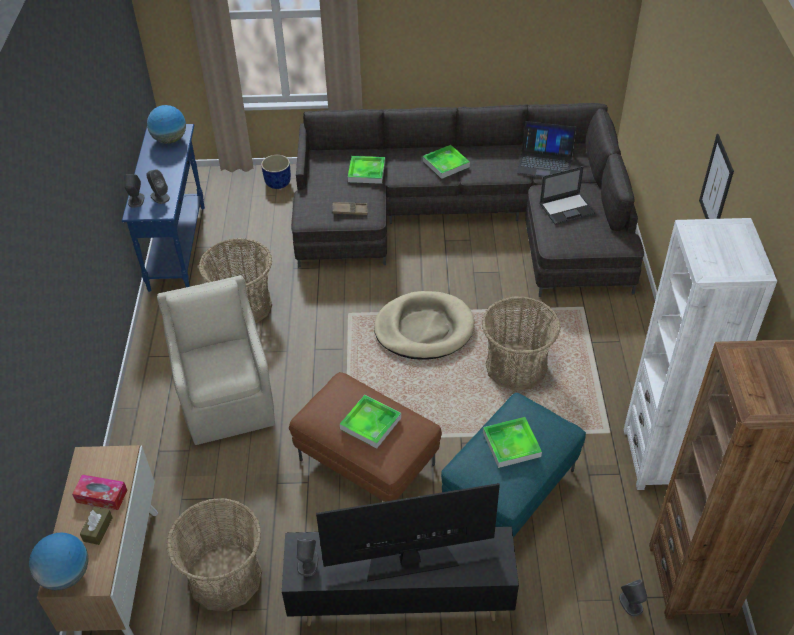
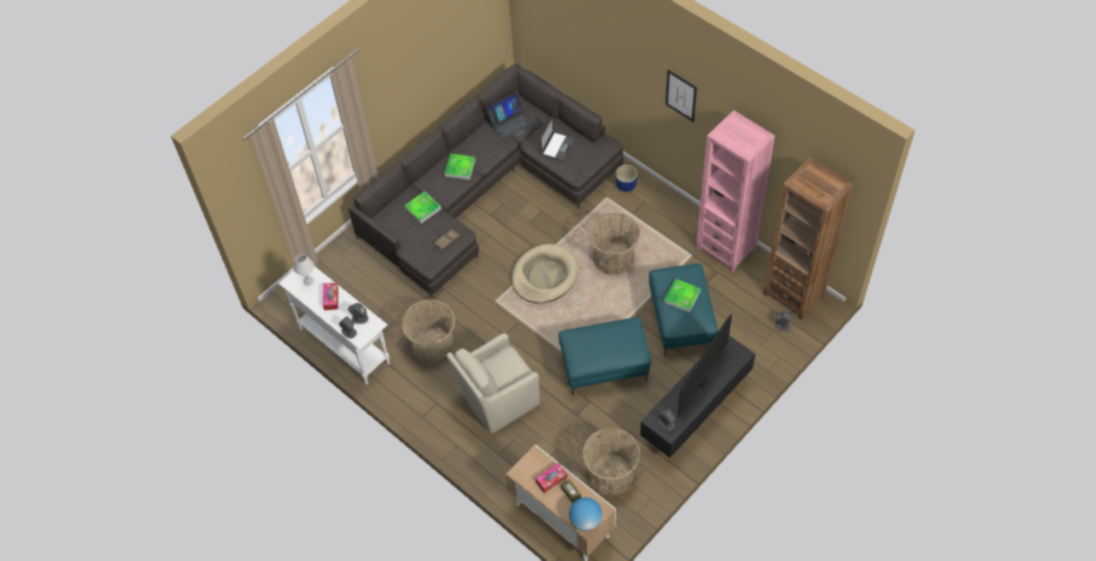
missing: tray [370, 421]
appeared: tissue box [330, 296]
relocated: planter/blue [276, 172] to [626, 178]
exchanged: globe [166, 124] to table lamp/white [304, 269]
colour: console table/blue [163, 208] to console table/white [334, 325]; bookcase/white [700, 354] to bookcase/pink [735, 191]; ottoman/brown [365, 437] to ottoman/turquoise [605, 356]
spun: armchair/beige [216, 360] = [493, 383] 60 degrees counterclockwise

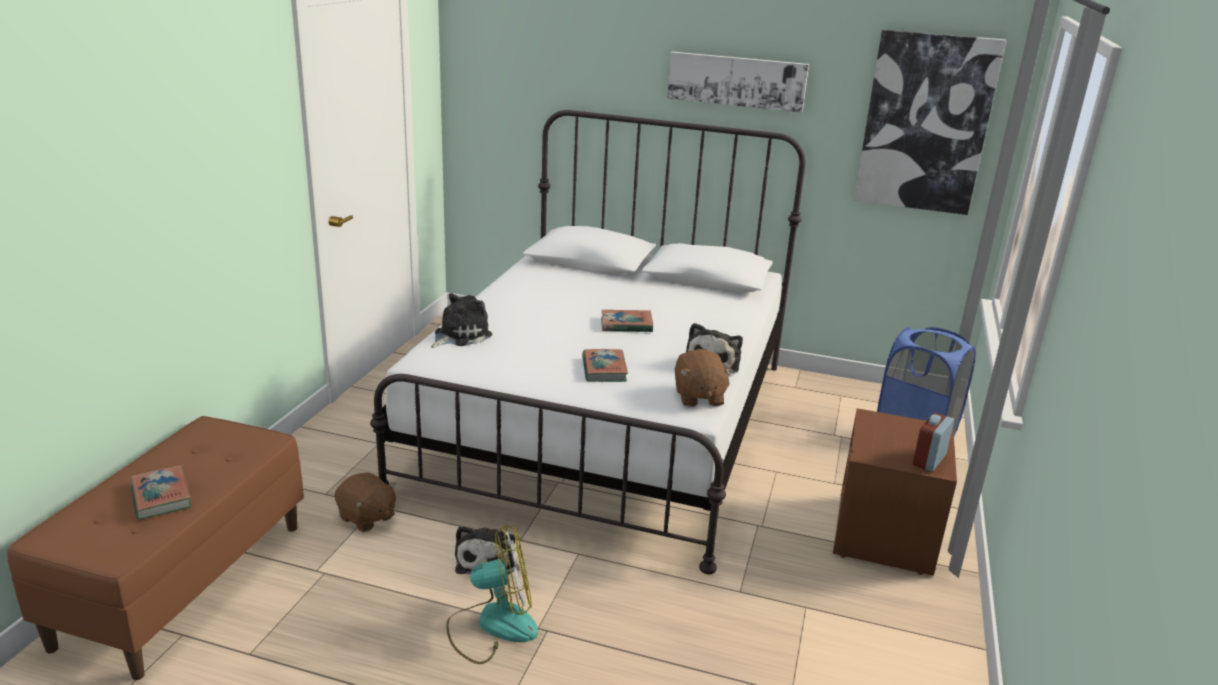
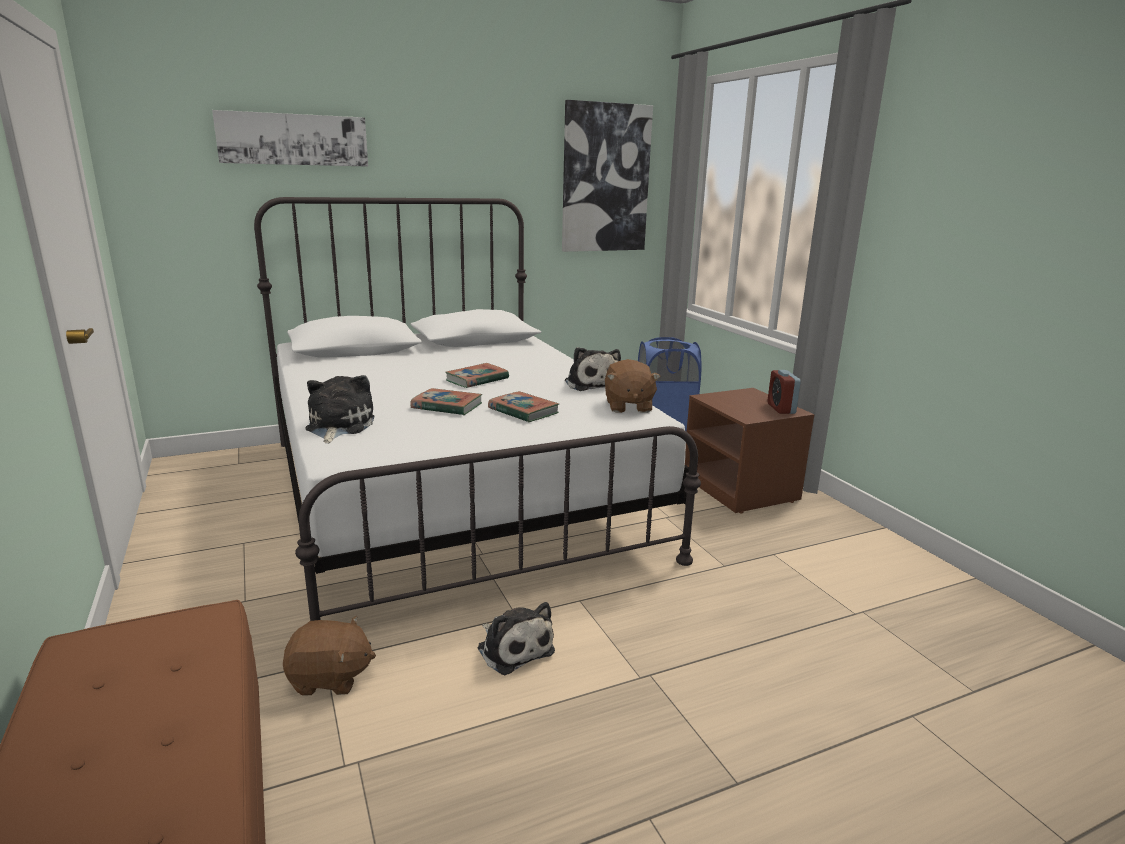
missing: fan [492, 594]
relocated: picture [738, 82] to [290, 138]; book [161, 492] to [446, 401]
spun: plush toy/brown [704, 378] = [632, 386] 45 degrees clockwise

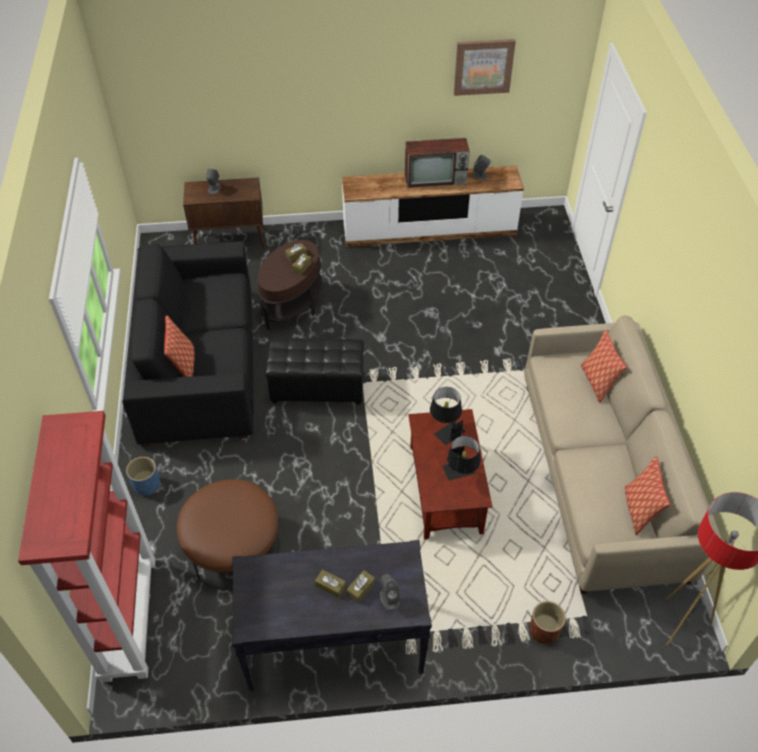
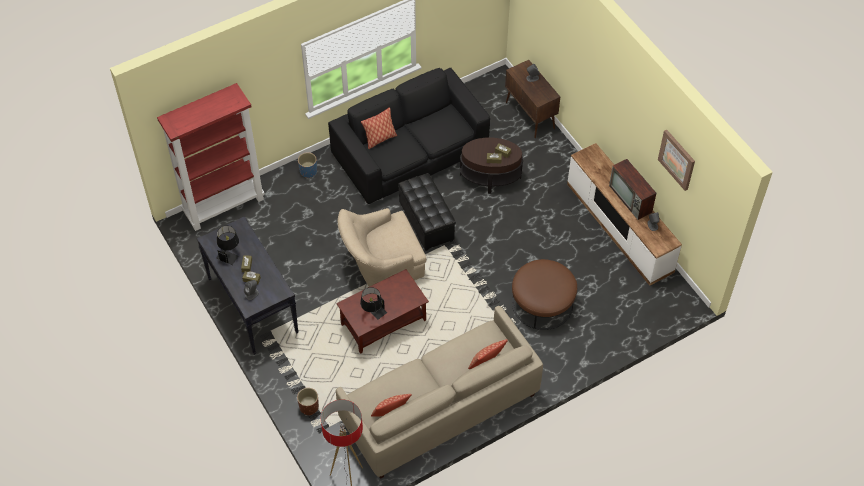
appeared: armchair/beige [382, 247]
relocated: table lamp/black [448, 416] to [227, 245]; ottoman/brown [228, 534] to [544, 294]

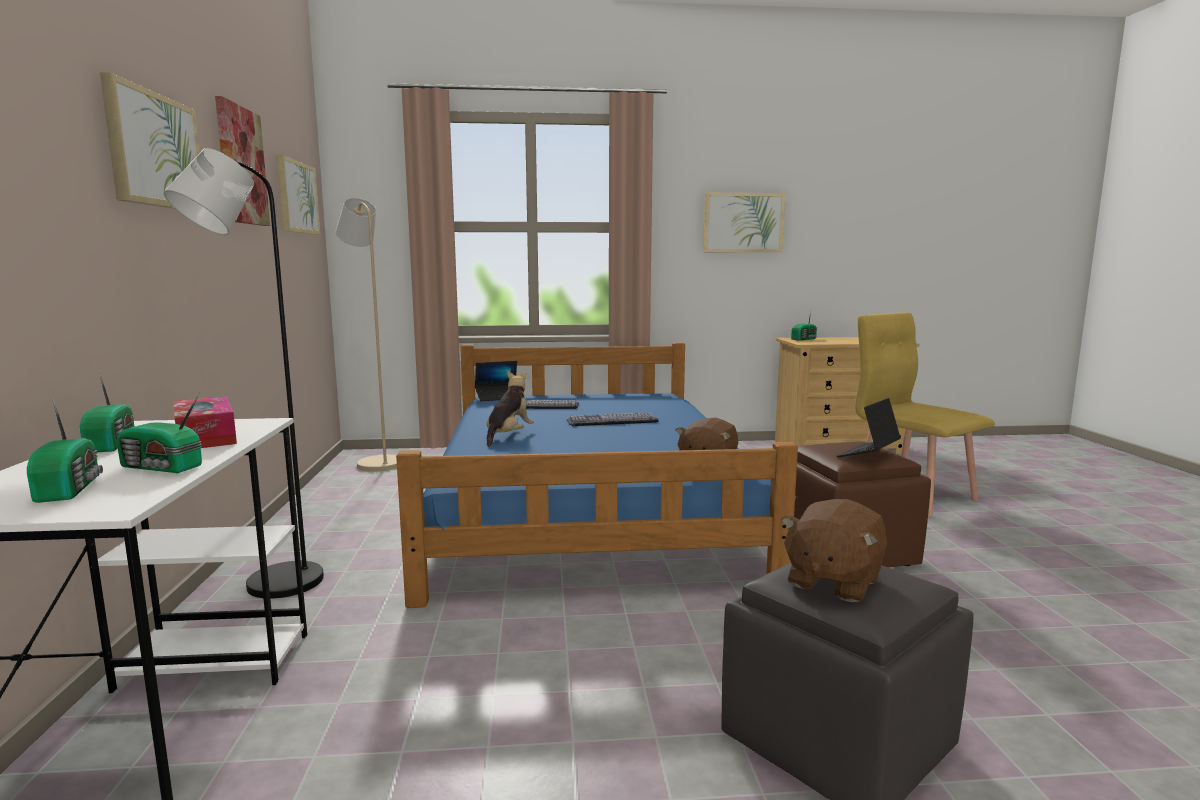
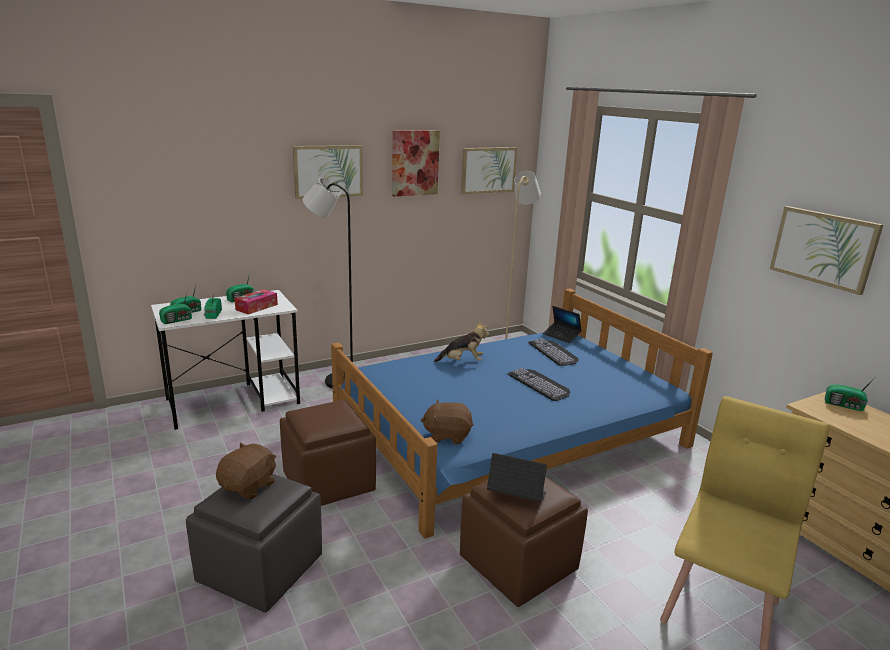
appeared: radio [175, 307]; ottoman/brown [328, 453]
spun: plush toy/brown [834, 550] = [246, 471] 105 degrees clockwise

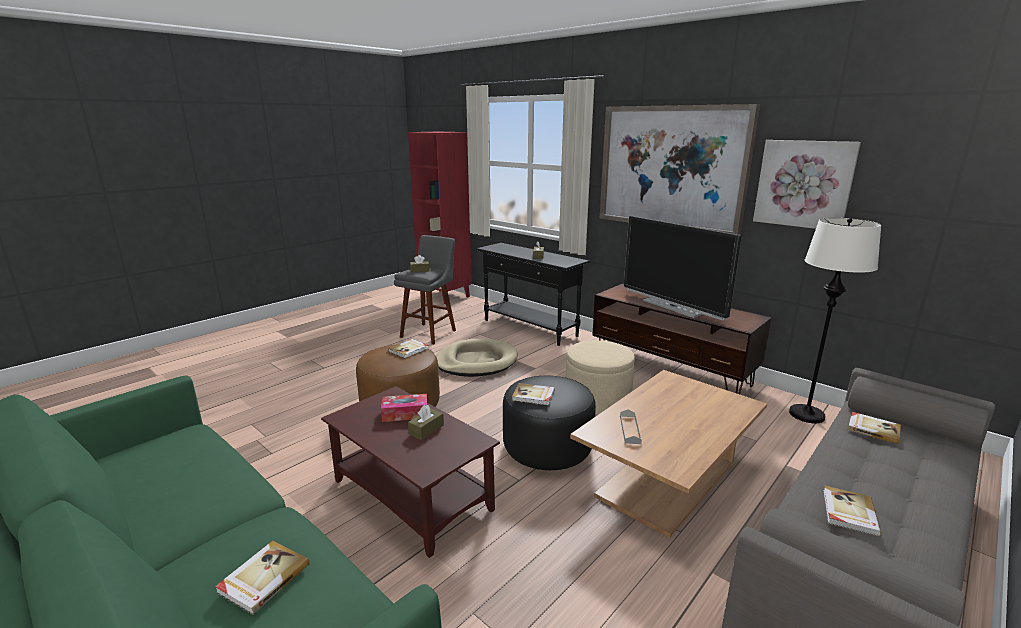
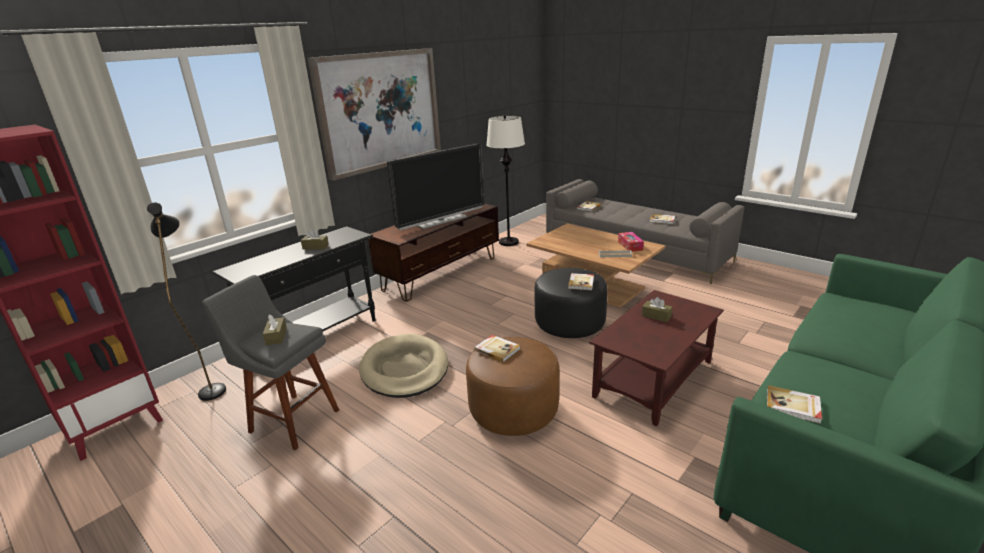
missing: picture [807, 184]; ottoman/beige [600, 377]
appeared: floor lamp/black [186, 302]
relocated: tissue box [404, 408] to [631, 242]; book [262, 578] to [794, 404]

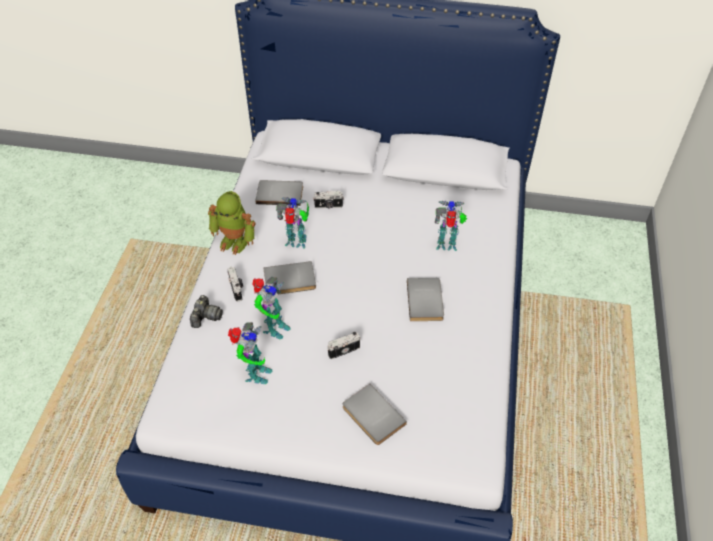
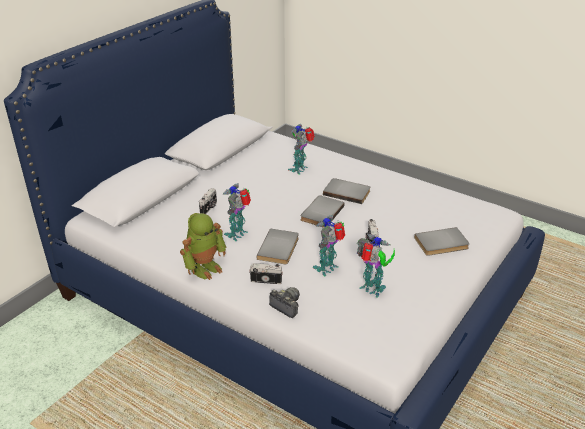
relocated: book/grey [279, 193] to [323, 211]
spun: toy robot [271, 308] = [329, 245] 105 degrees counterclockwise

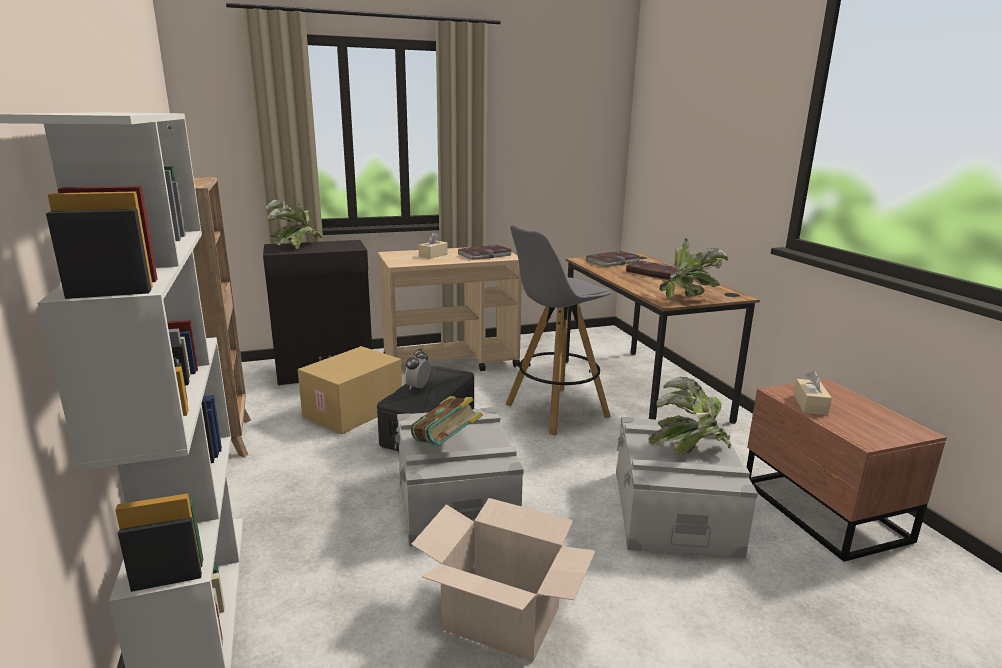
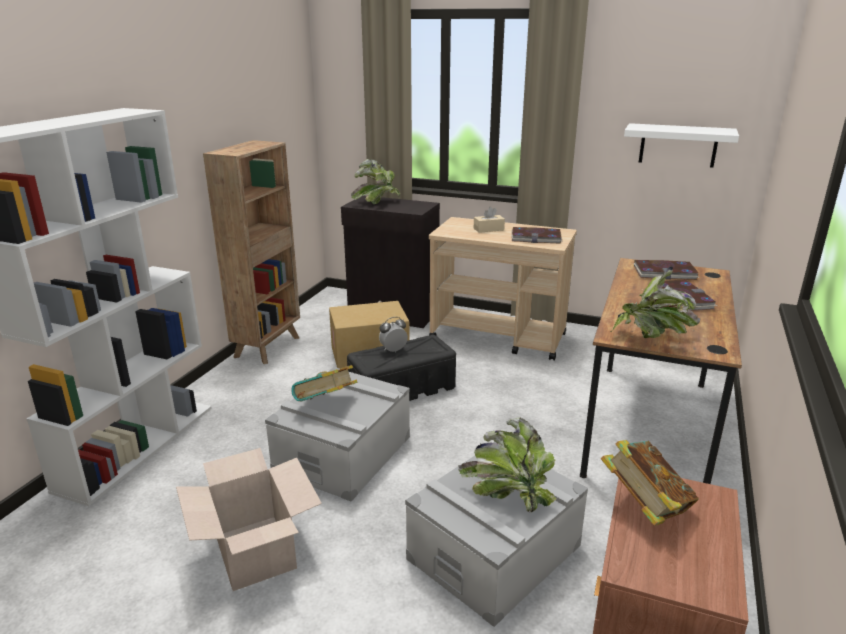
missing: stool/grey [558, 330]
appeared: shelf/white [681, 145]
exchanged: tissue box/beige [813, 393] to book [650, 483]

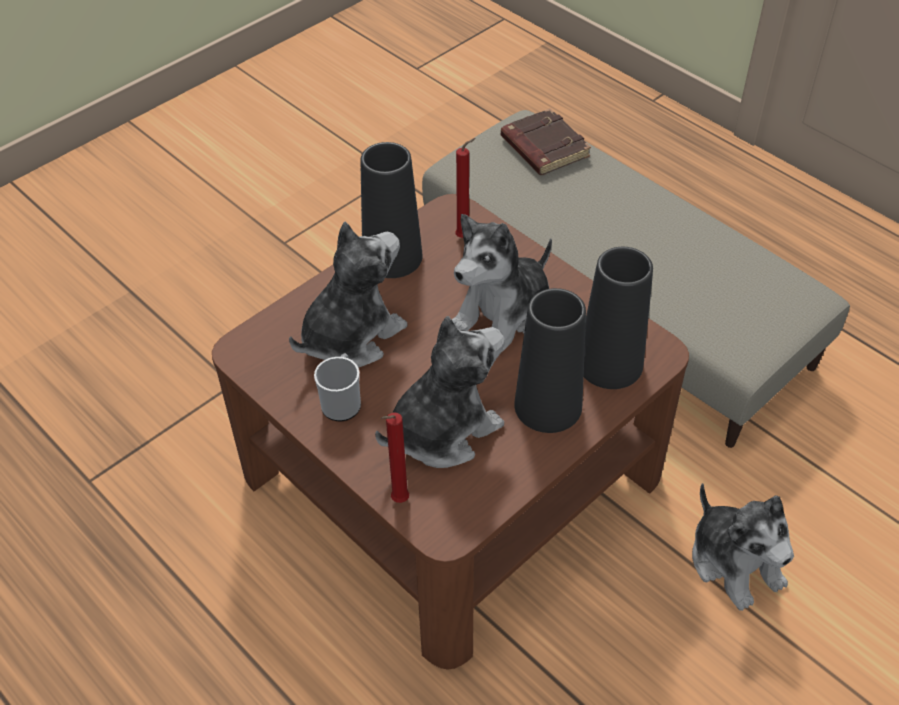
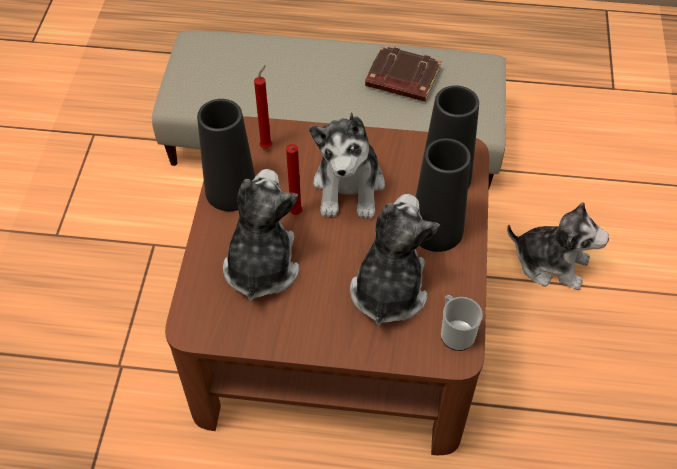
relocated: book/brown [546, 141] to [403, 73]; mug [337, 387] to [462, 323]; candle/red [395, 457] to [294, 179]

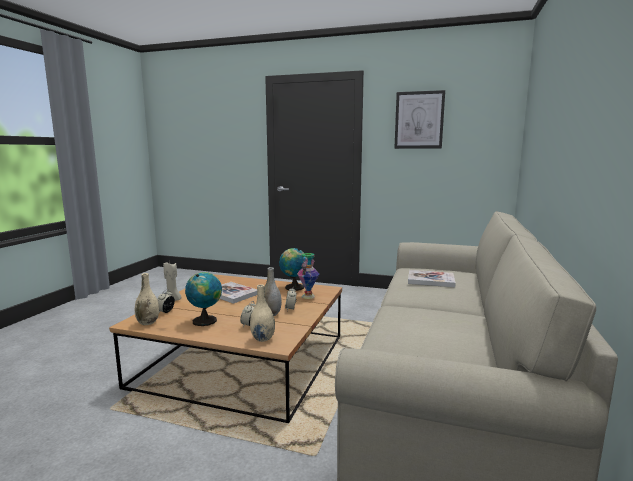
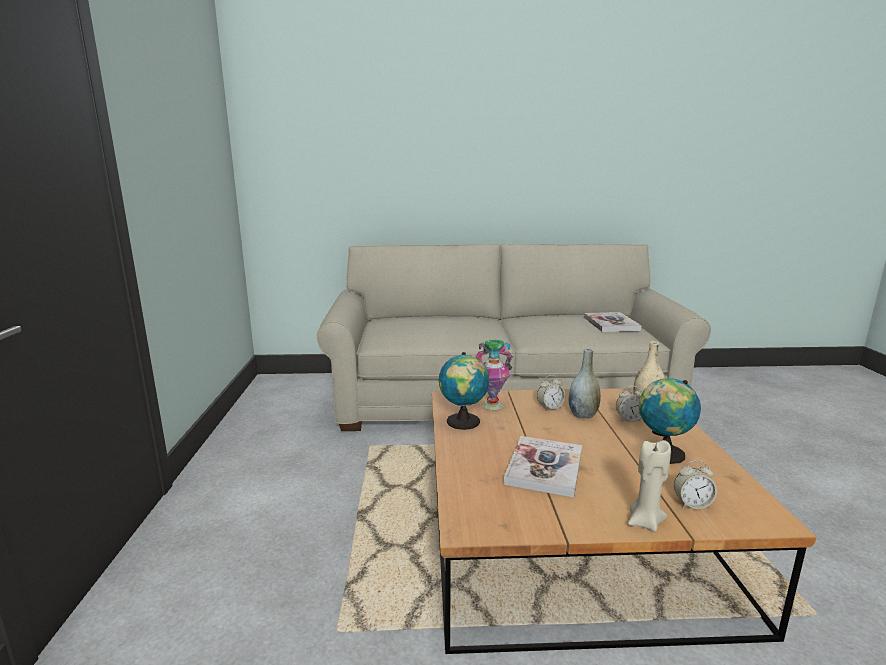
missing: picture [419, 119]; vase/beige [146, 299]
relocated: book [432, 278] to [612, 322]

